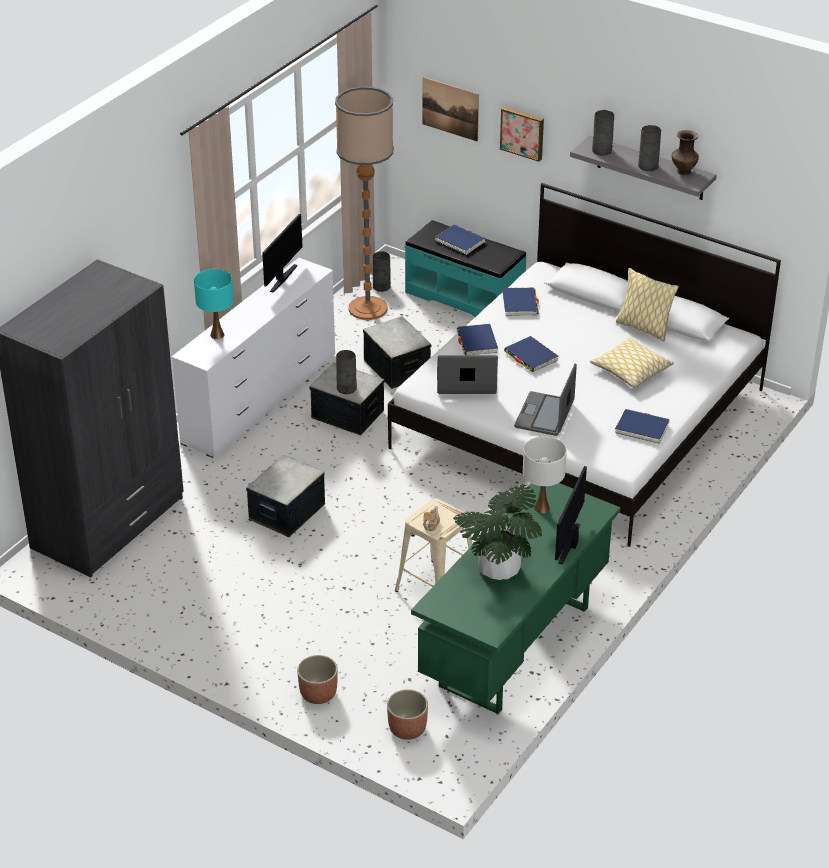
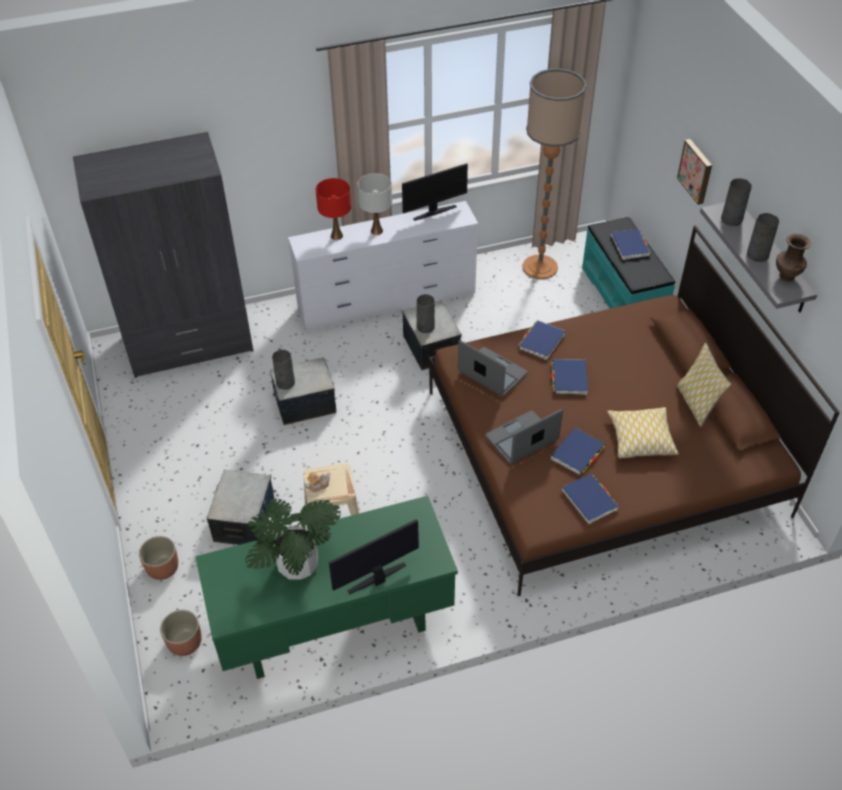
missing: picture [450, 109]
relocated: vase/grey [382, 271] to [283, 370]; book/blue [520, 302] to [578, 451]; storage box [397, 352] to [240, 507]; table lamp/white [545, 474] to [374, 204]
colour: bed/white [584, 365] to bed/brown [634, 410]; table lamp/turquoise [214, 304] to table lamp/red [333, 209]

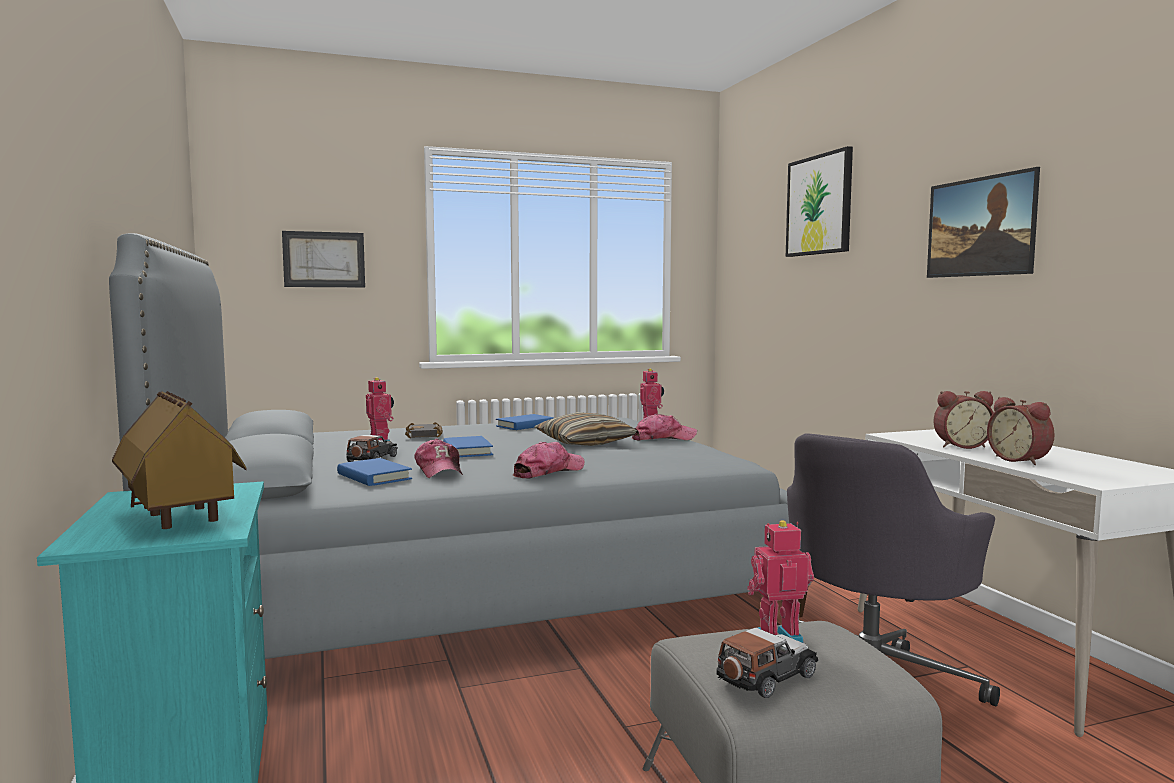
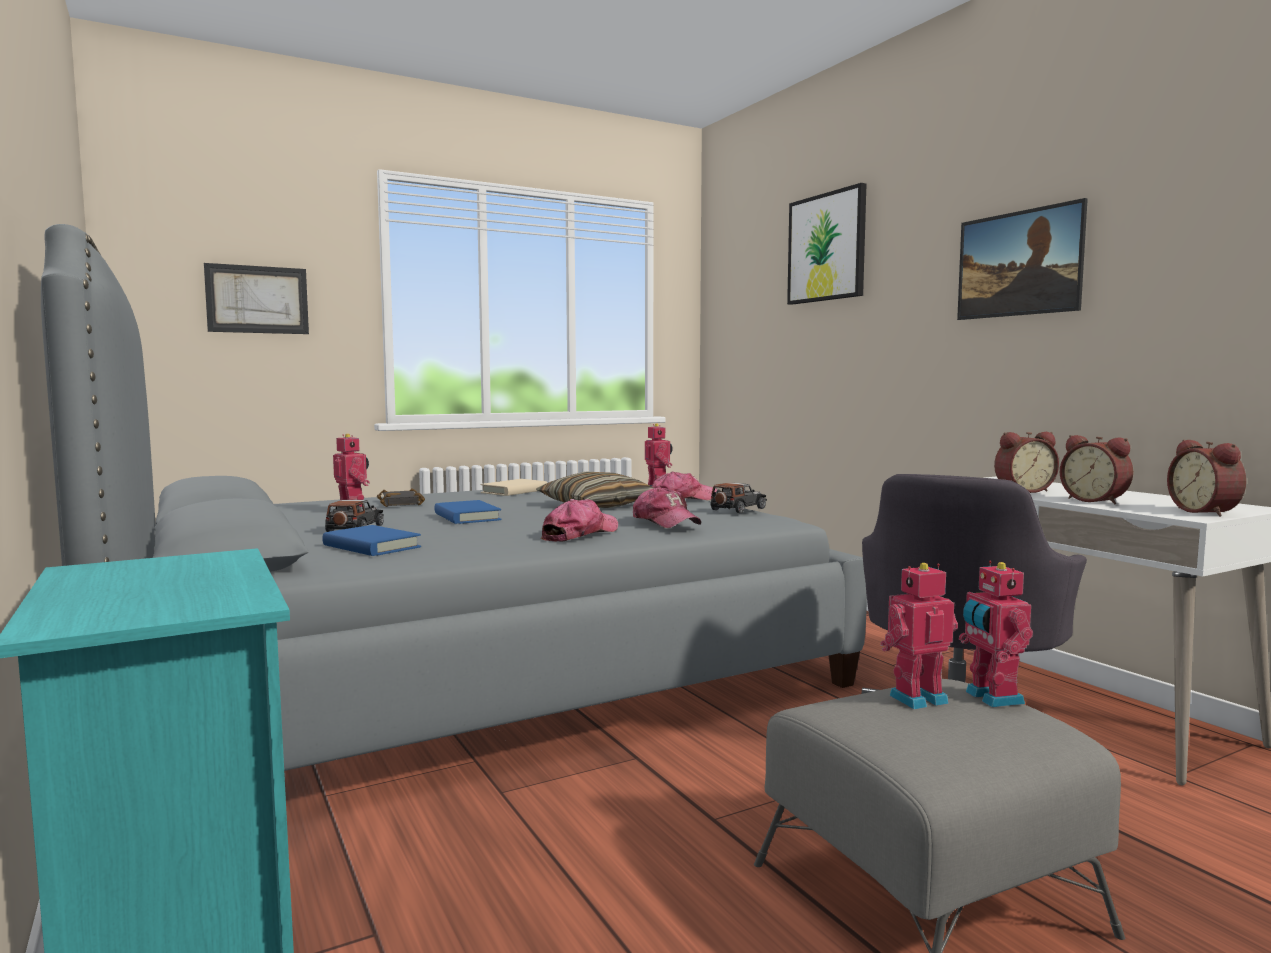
missing: toy house [179, 460]
appeared: alarm clock [1206, 478]; toy robot [996, 634]
relocated: cap [438, 458] to [667, 507]; toy car [767, 662] to [738, 498]
colour: book/blue [525, 422] to book/beige [513, 487]

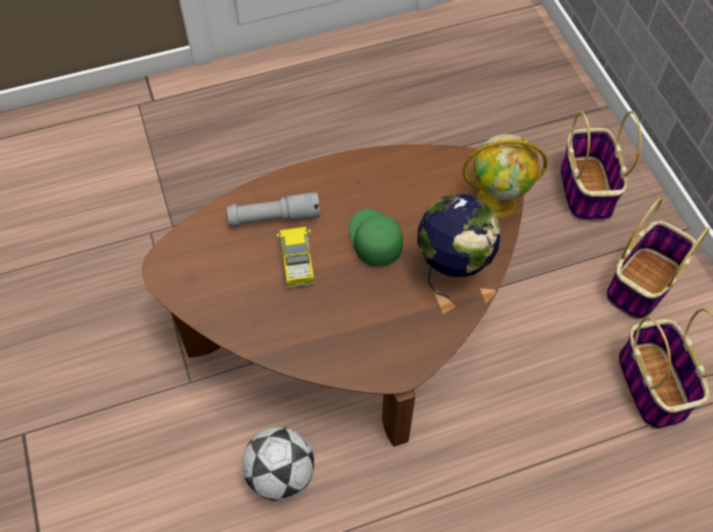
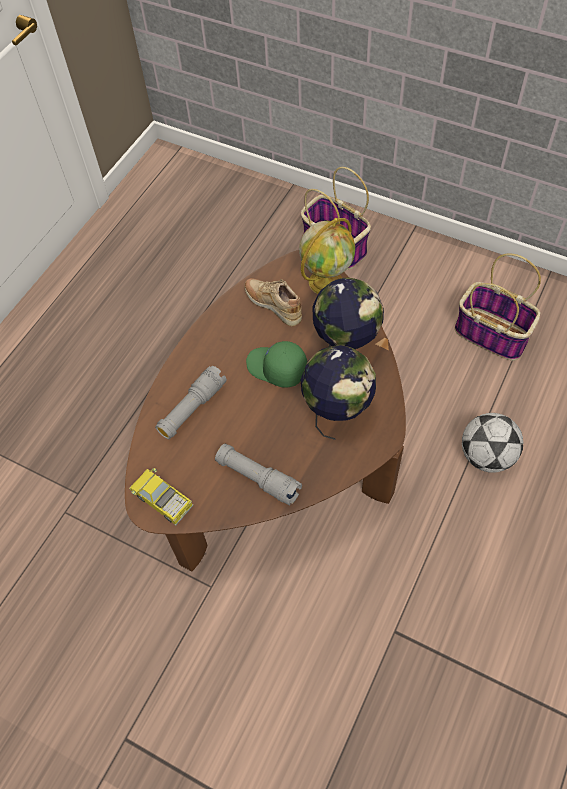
missing: basket [657, 259]
appeared: shoe/beige [273, 302]; globe [338, 392]; flashlight/grey [258, 475]
relocated: toy truck [295, 257] to [161, 497]; football [278, 464] to [492, 443]

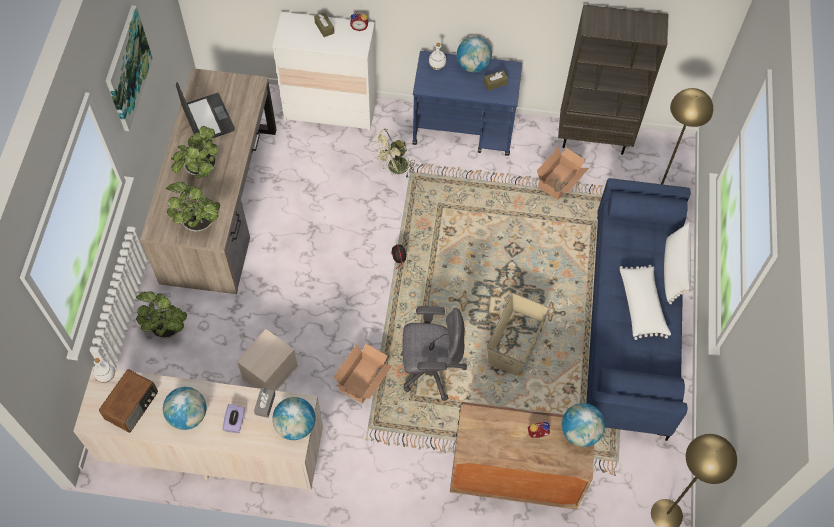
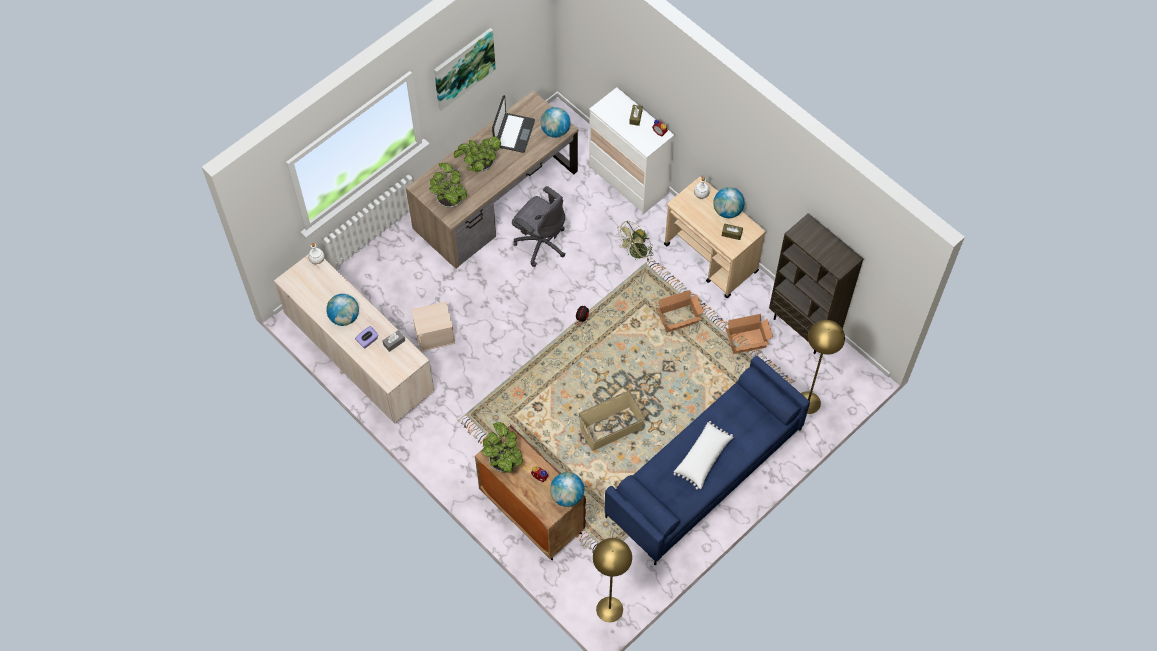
missing: pillow/white [677, 263]; radio [128, 401]
relocated: potted plant [161, 315] to [502, 447]; office chair/grey [434, 353] to [538, 226]; cardboard box [363, 374] to [680, 311]; globe [294, 418] to [555, 122]
colour: cart/blue [467, 103] to cart/beige [715, 237]
spun: fan/green [393, 153] = [635, 241] 45 degrees counterclockwise

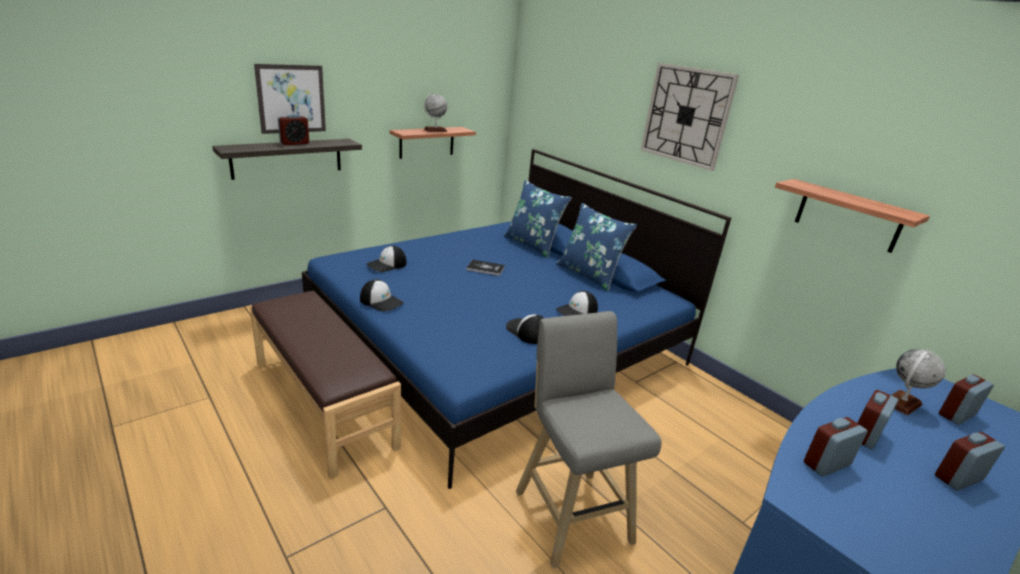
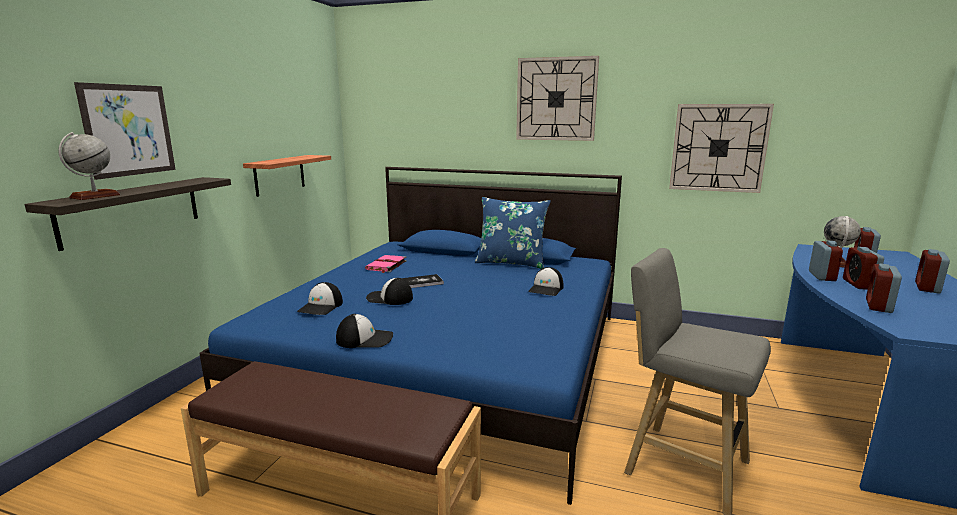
missing: pillow/blue [538, 219]
appeared: book/pink [386, 264]
relocated: globe [435, 112] to [89, 166]; alarm clock [293, 129] to [826, 261]; cap [525, 329] to [389, 291]
exchanged: shelf [852, 216] to wall clock [721, 148]

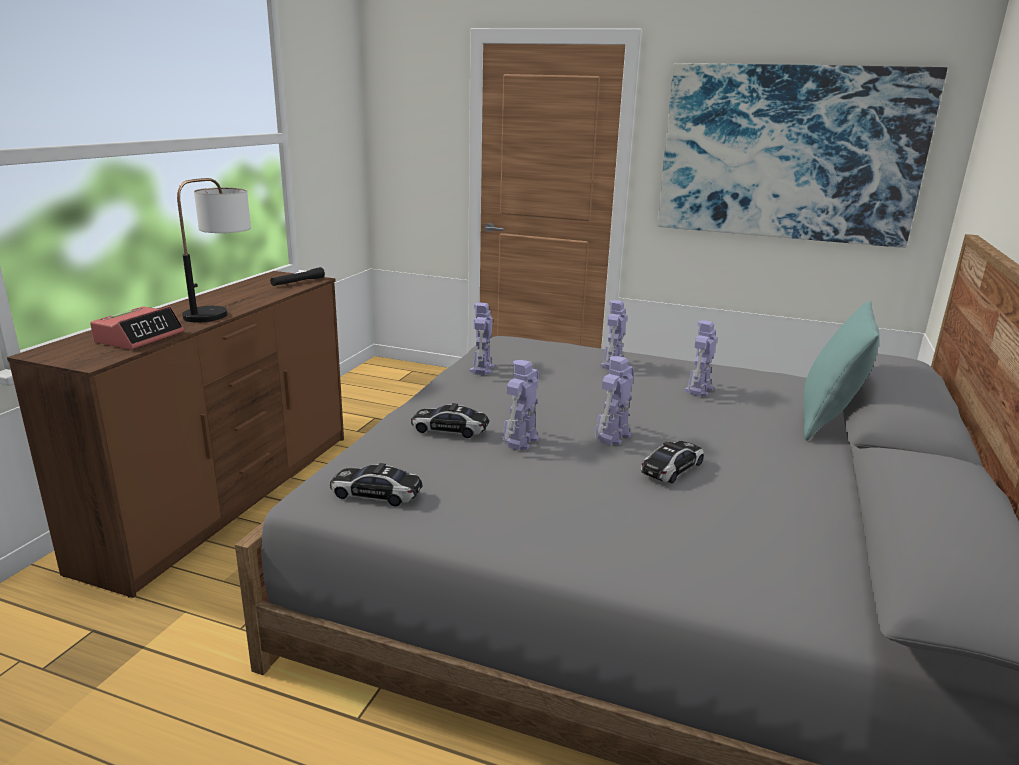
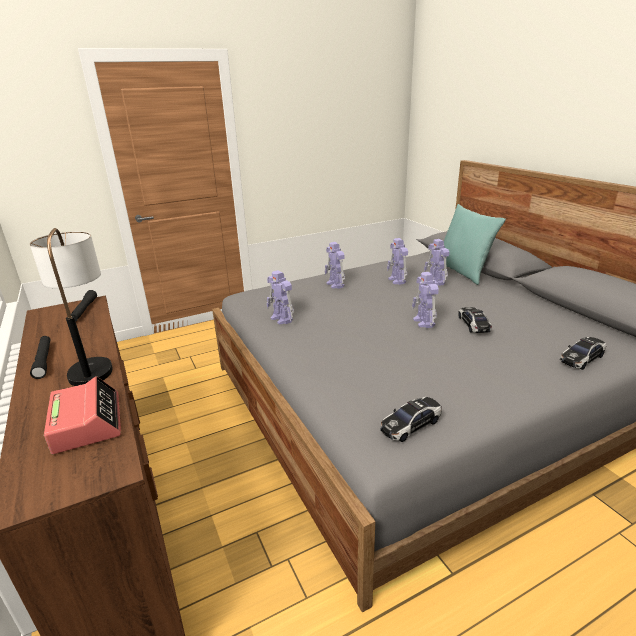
missing: picture [802, 155]
appeared: flashlight/black [40, 357]
relocated: toy robot [520, 405] to [436, 262]; toy car [450, 420] to [583, 353]

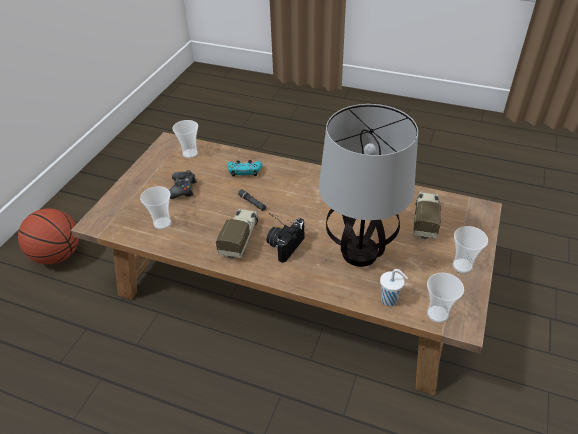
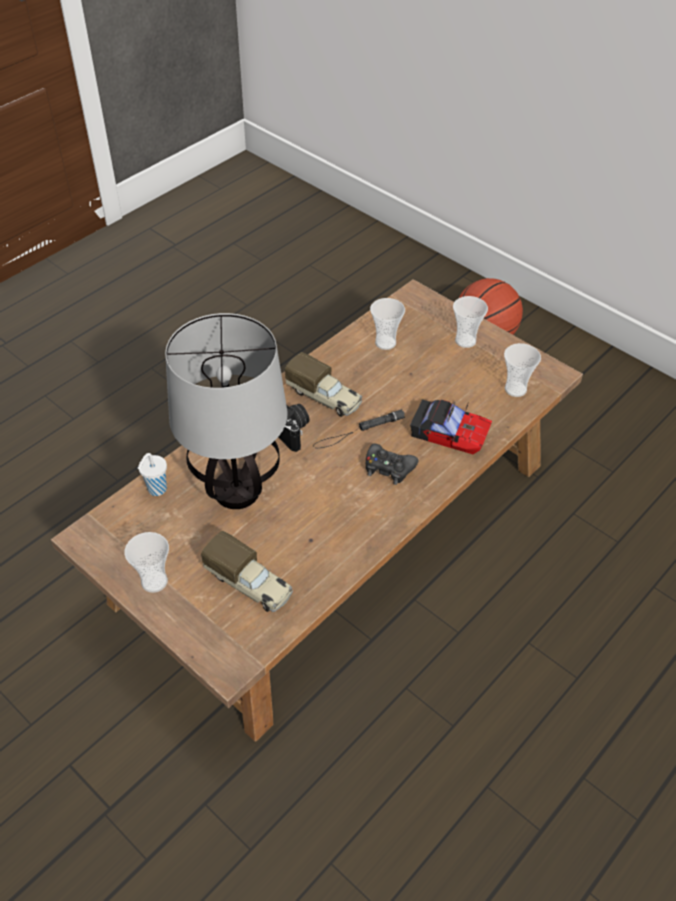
relocated: game controller/black [183, 184] to [392, 464]; cup [445, 298] to [470, 322]
exchanged: game controller/turquoise [244, 168] to toy car [451, 427]

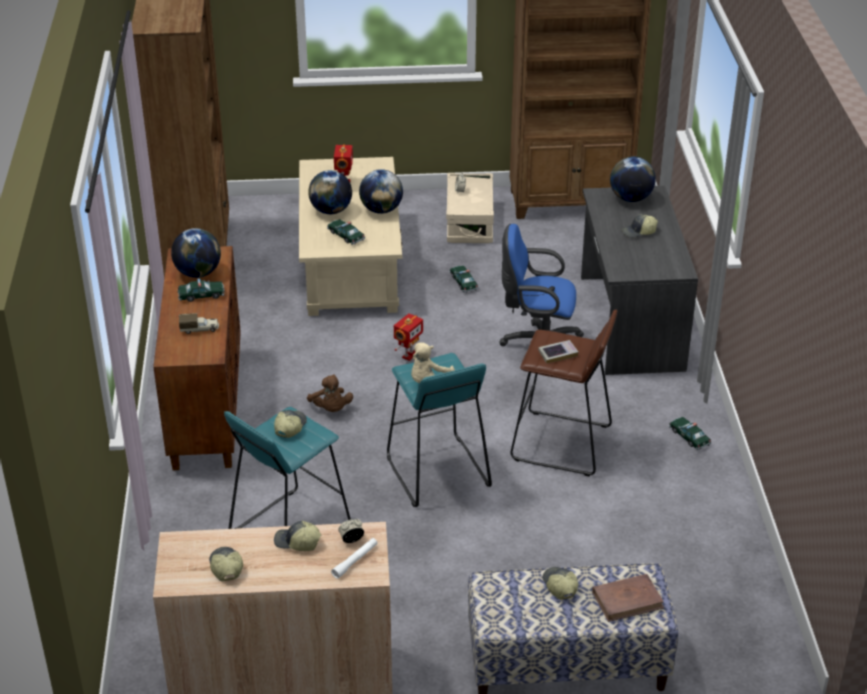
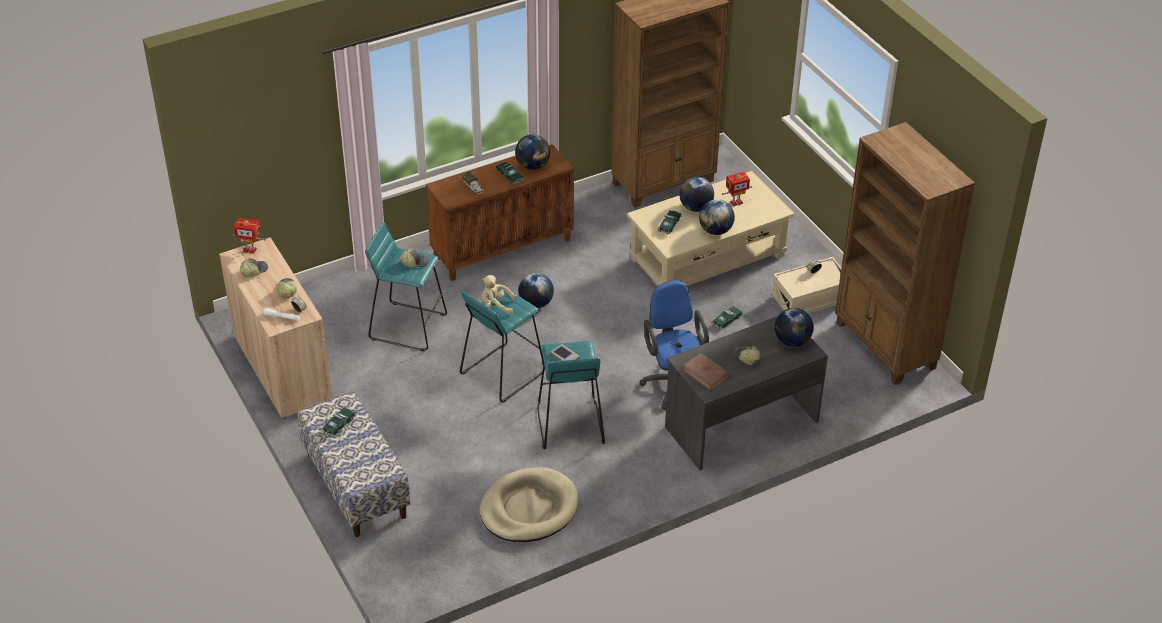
missing: cap [560, 583]
appeared: dog bed/beige [529, 504]
relocated: toy robot [408, 337] to [248, 236]; toy car [690, 433] to [339, 422]; book/brown [628, 598] to [706, 371]
exchanged: plush toy/brown [330, 393] to globe [536, 290]
colour: stool/brown [563, 393] to stool/turquoise [571, 395]

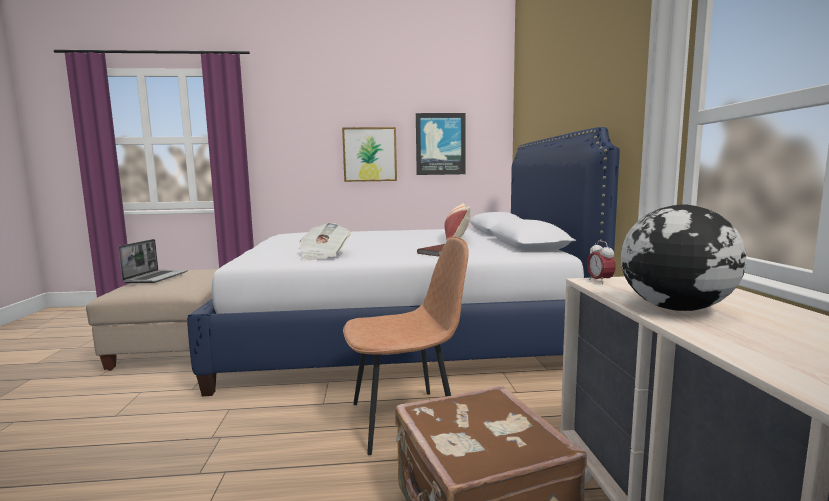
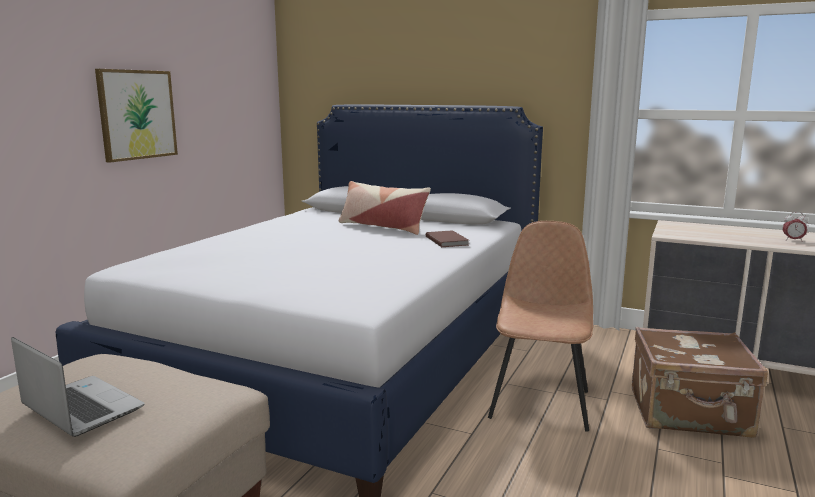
missing: picture [441, 144]; globe [683, 257]; newspaper [325, 242]
relocated: alarm clock [601, 262] to [795, 227]

